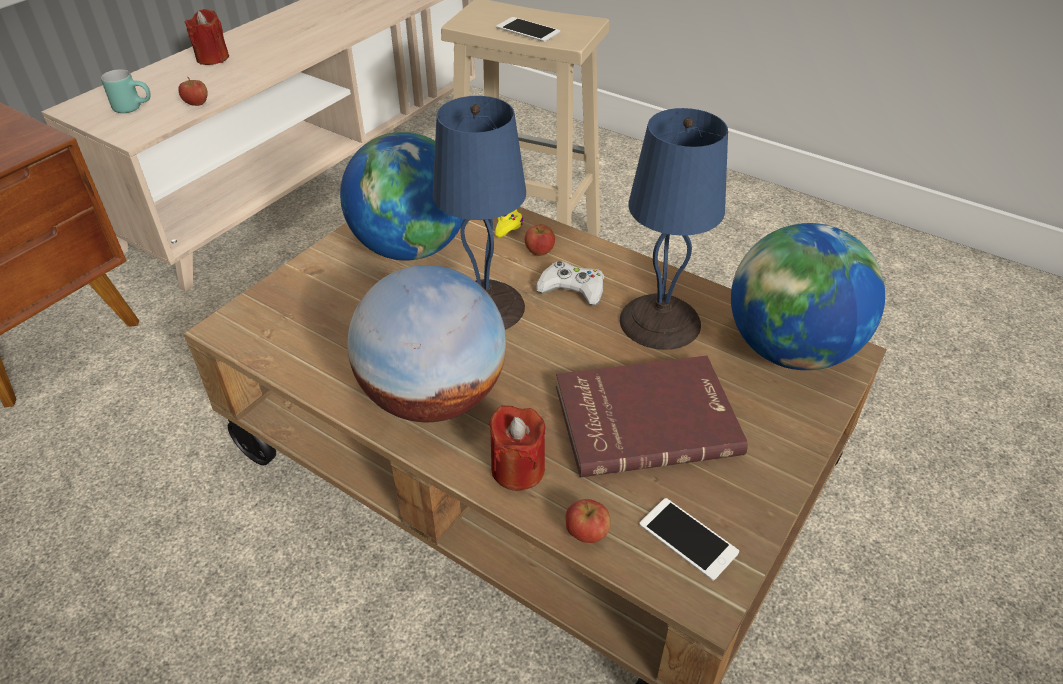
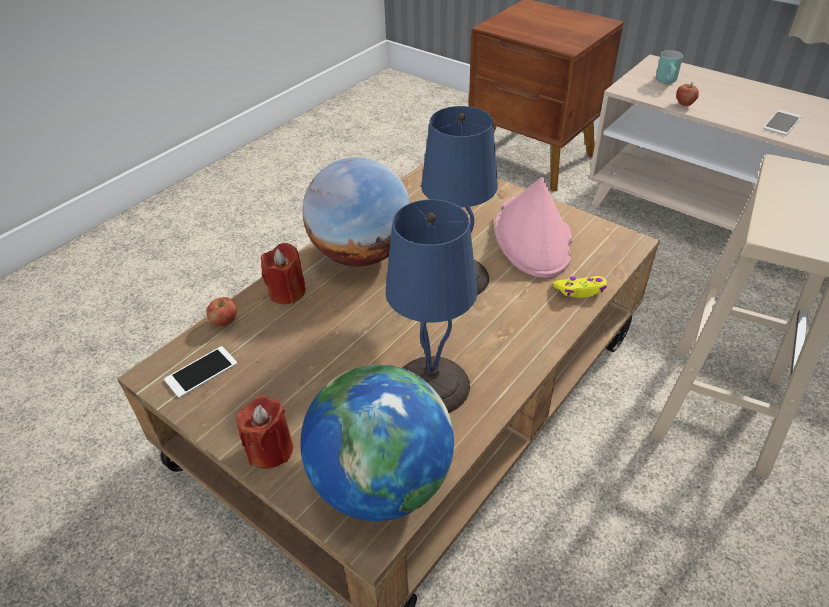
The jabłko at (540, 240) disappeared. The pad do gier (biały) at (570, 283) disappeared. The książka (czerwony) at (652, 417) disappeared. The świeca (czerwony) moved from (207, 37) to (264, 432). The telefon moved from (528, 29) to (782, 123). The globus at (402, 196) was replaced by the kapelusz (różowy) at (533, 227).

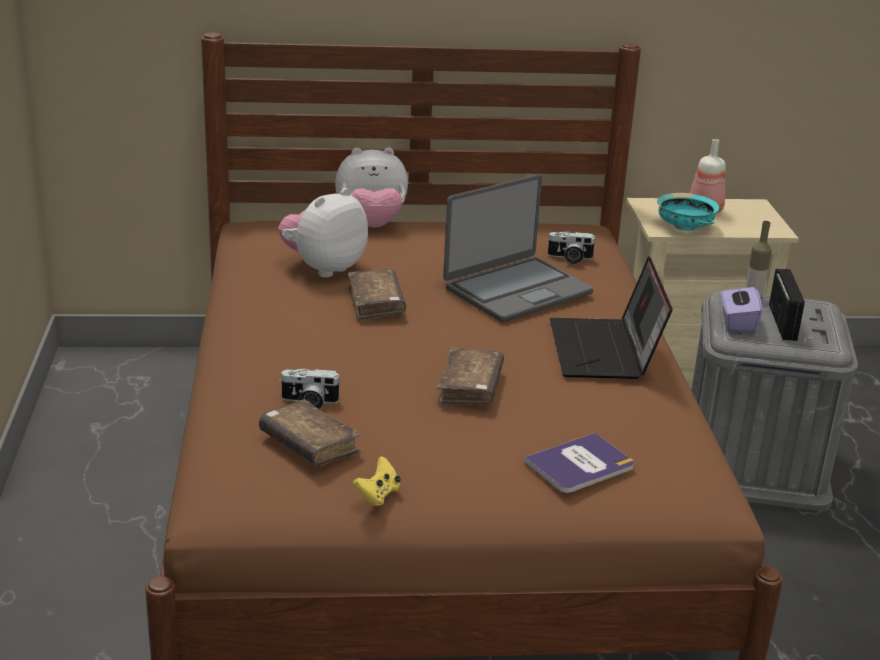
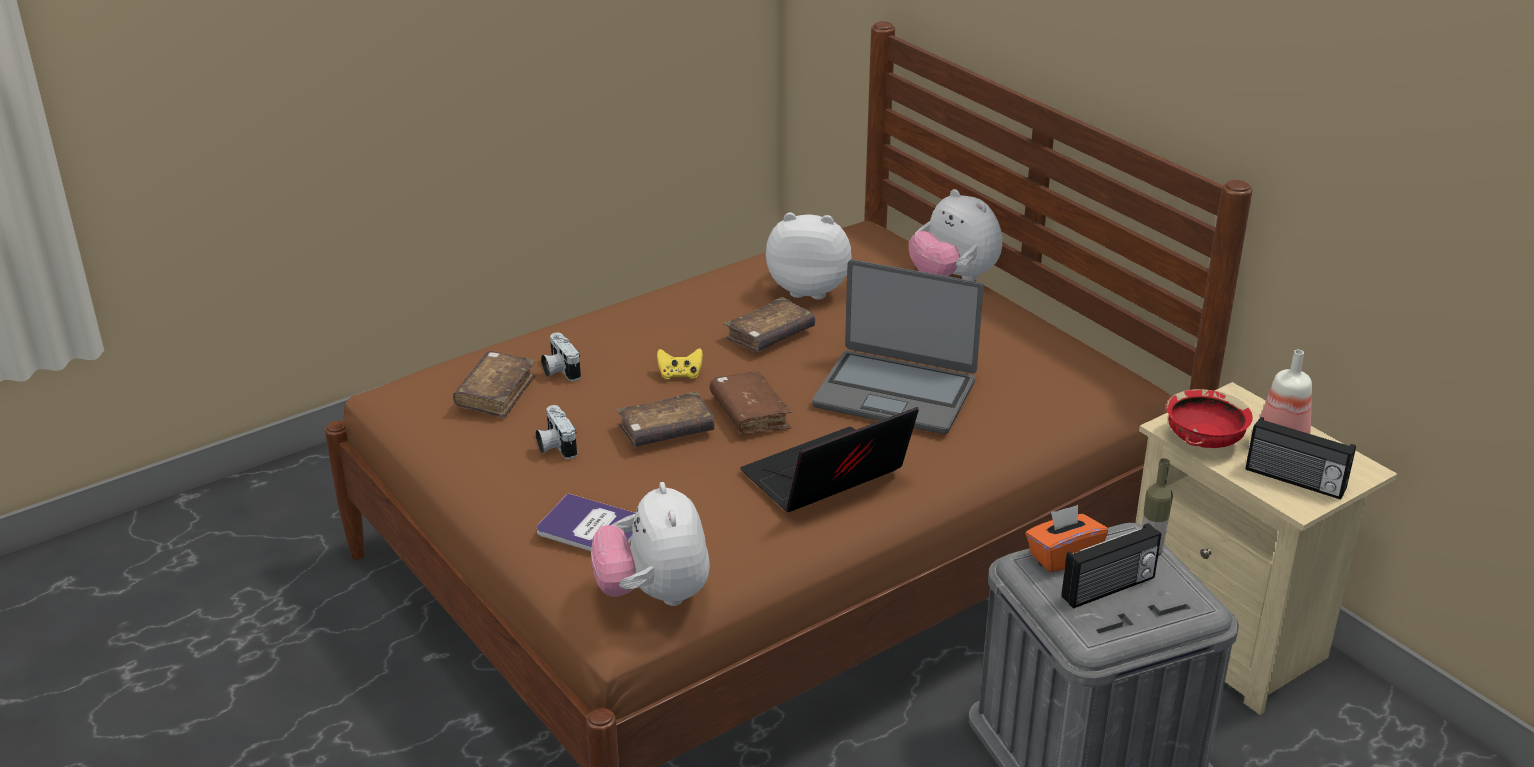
The pluszak at (650, 544) appeared. The książka (brązowy) at (751, 402) appeared. The radio at (1301, 458) appeared. The pad do gier (żółty) moved from (377, 481) to (680, 363). The aparat fotograficzny moved from (571, 247) to (556, 432). The miska (turkusowy) at (688, 212) became the miska (czerwony) at (1209, 418). The pudełko chusteczek (fioletowy) at (741, 308) became the pudełko chusteczek (pomarańczowy) at (1066, 539).

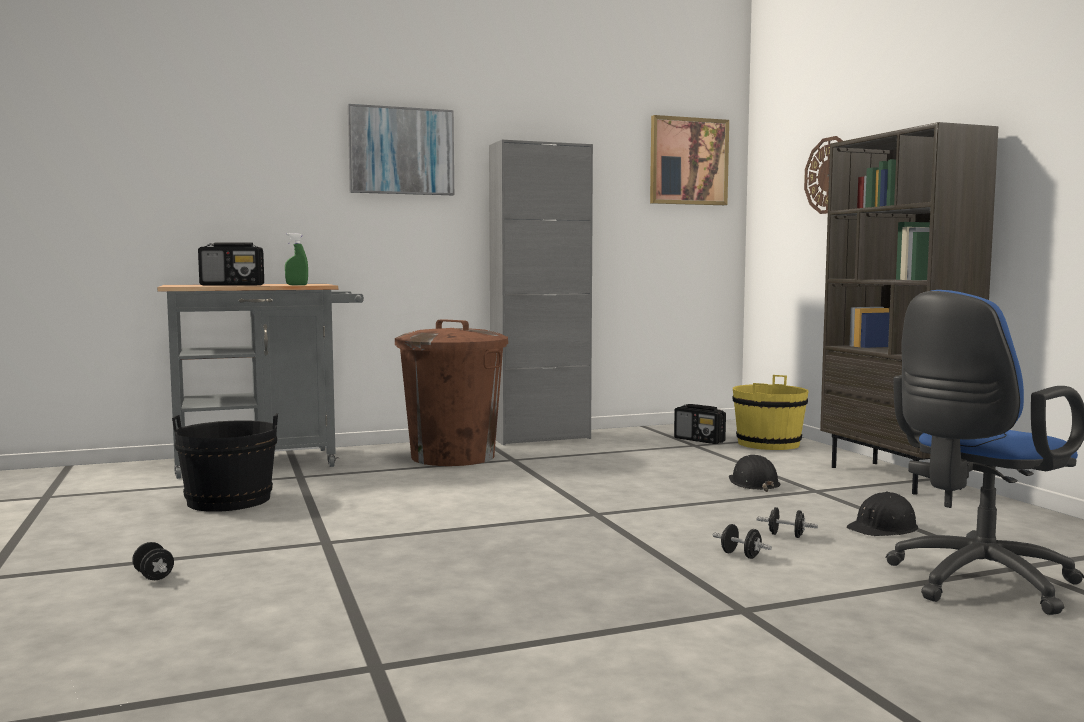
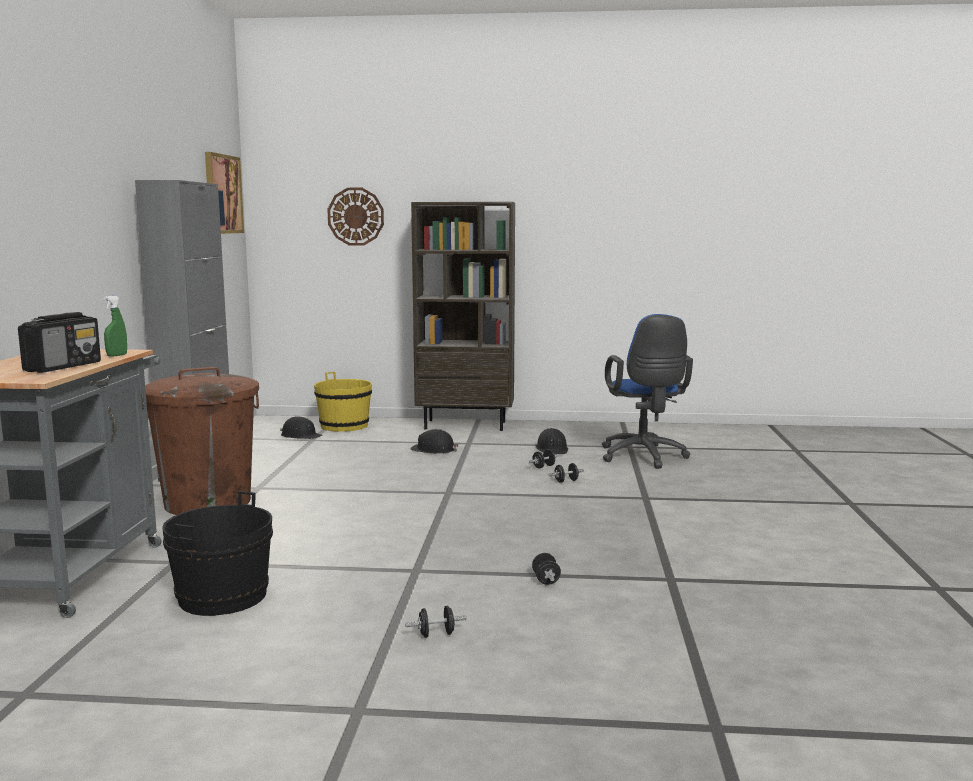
The obraz at (401, 149) disappeared. The hantel (czarny) at (546, 569) appeared. The radio at (700, 424) was replaced by the kask (czarny) at (301, 428).

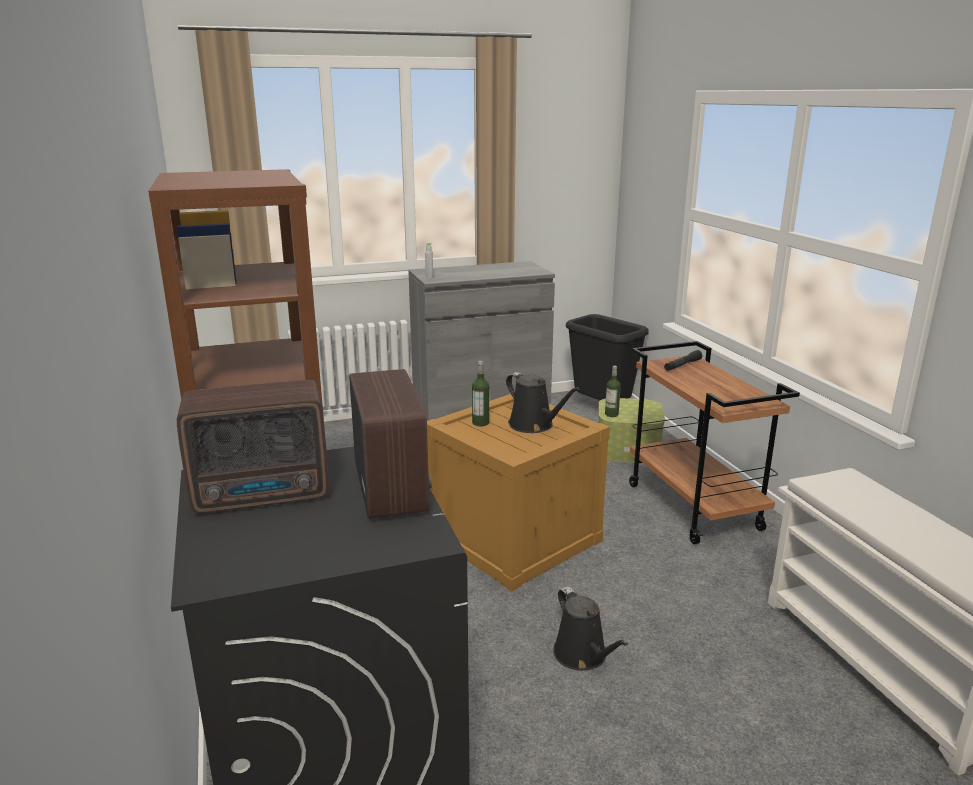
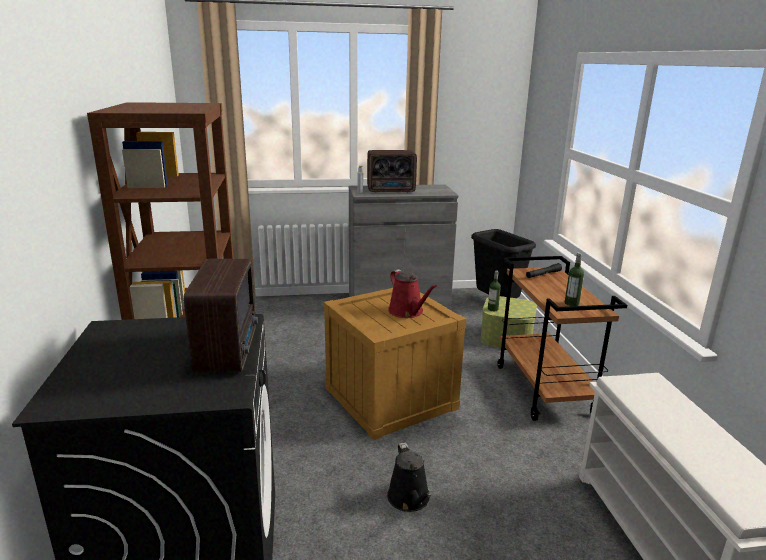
The radio moved from (253, 446) to (392, 171). The butelka moved from (480, 393) to (574, 279). The konewka (czarny) at (543, 402) became the konewka (czerwony) at (412, 293).

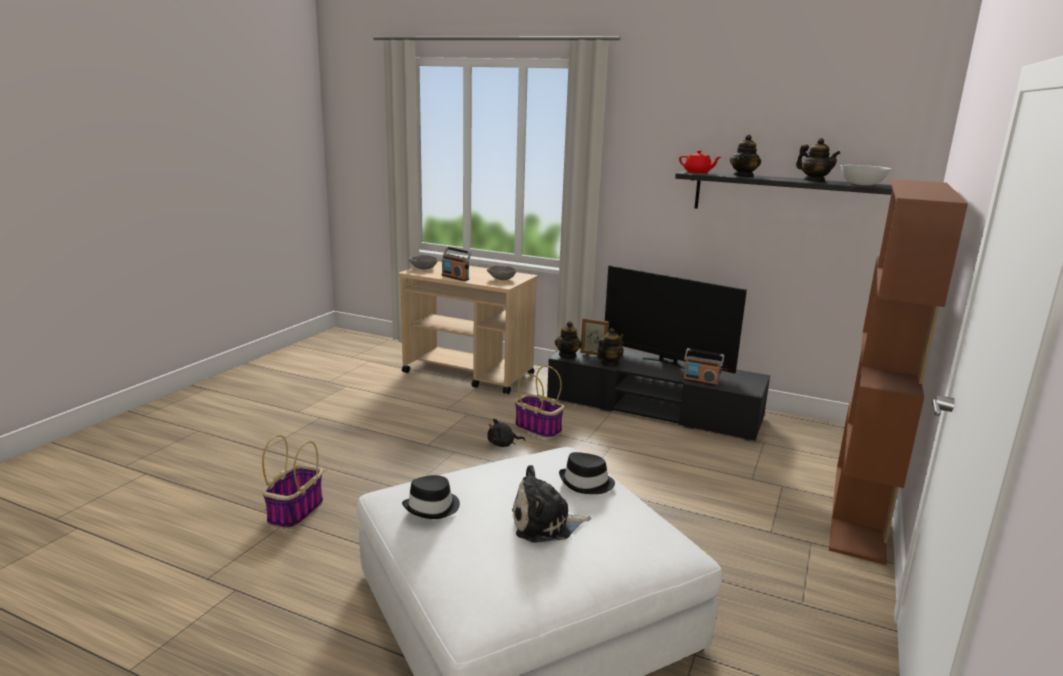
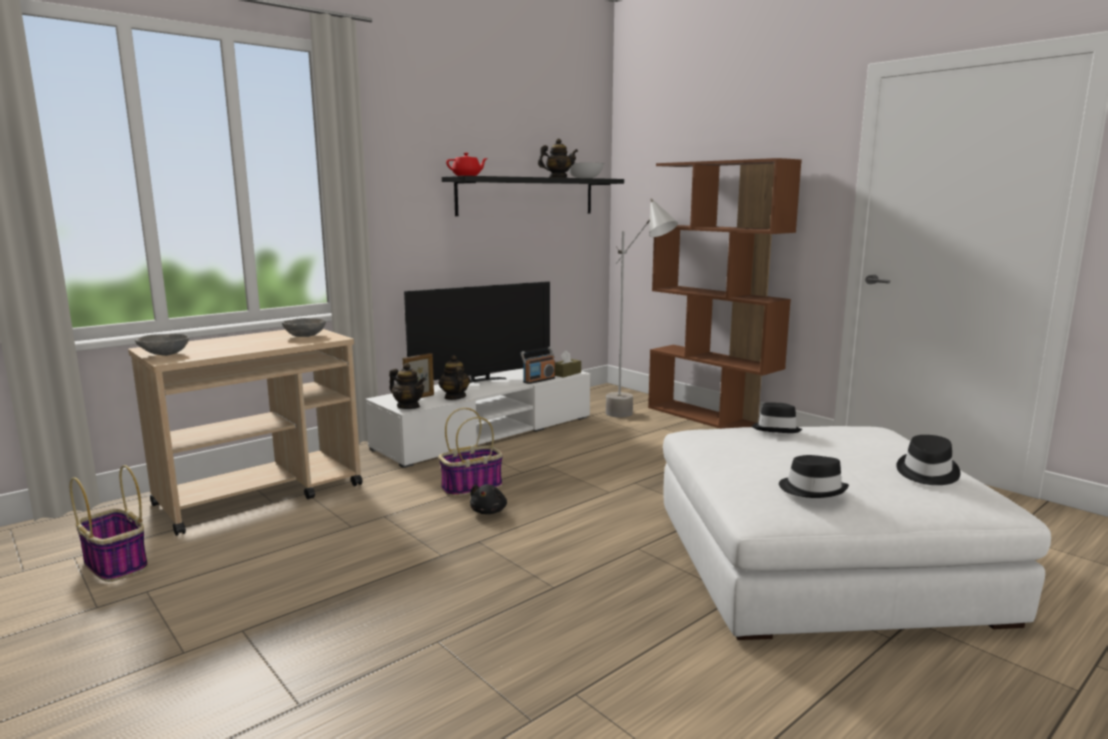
The radio at (457, 264) disappeared. The pluszak at (552, 503) disappeared. The imbryk at (745, 156) disappeared. The pudełko chusteczek (brązowy) at (568, 363) appeared. The lampa stojąca (szary) at (642, 308) appeared. The kapelusz (czarny) at (928, 460) appeared. The koszyk moved from (292, 482) to (109, 523). The szafka pod telewizor (czarny) at (658, 395) became the szafka pod telewizor (biały) at (477, 418).

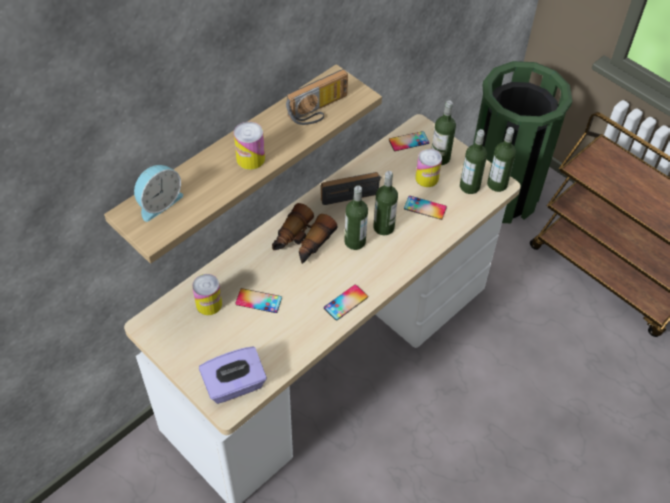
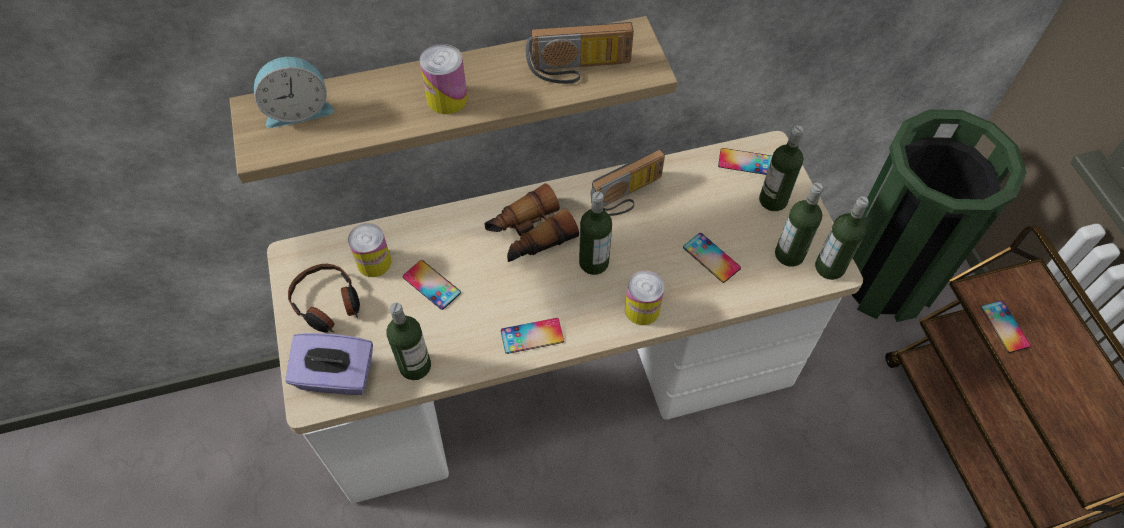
The słuchawki at (324, 298) appeared. The telefon at (1006, 327) appeared. The butelka moved from (385, 203) to (408, 341). The puszka moved from (428, 168) to (644, 297). The radio at (351, 188) turned 135 degrees clockwise.

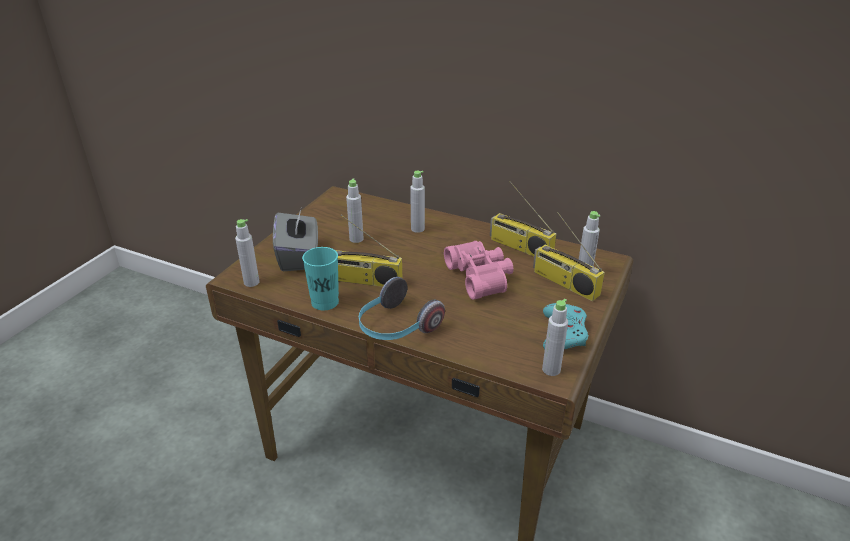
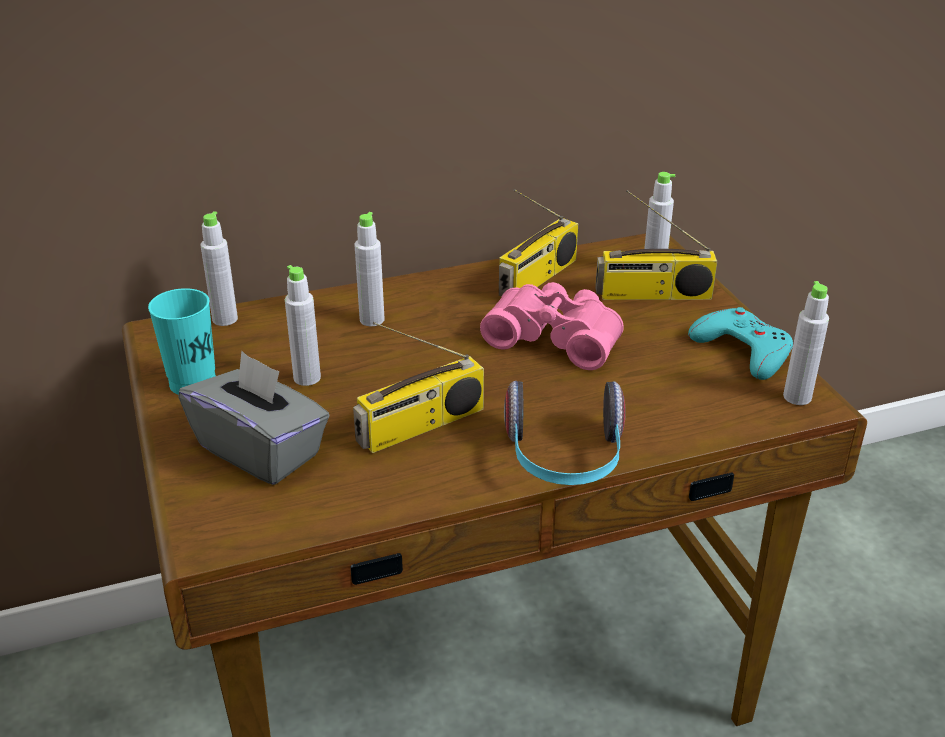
The butelka (szary) moved from (247, 253) to (219, 268). The filiżanka (turkusowy) moved from (320, 278) to (182, 341). The radio at (523, 218) turned 45 degrees counterclockwise.

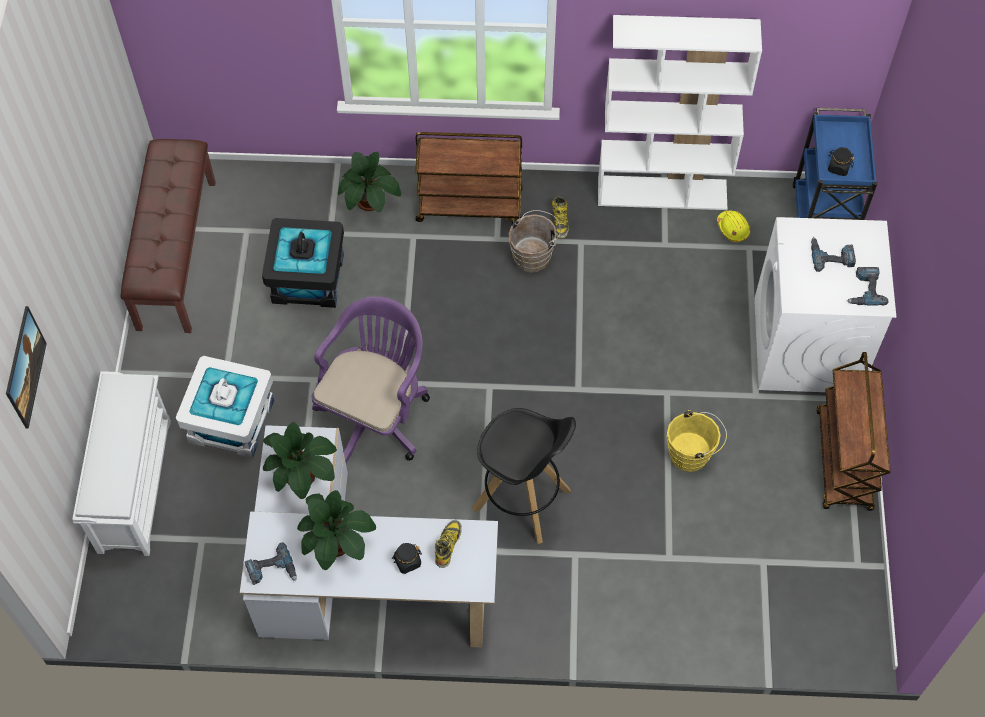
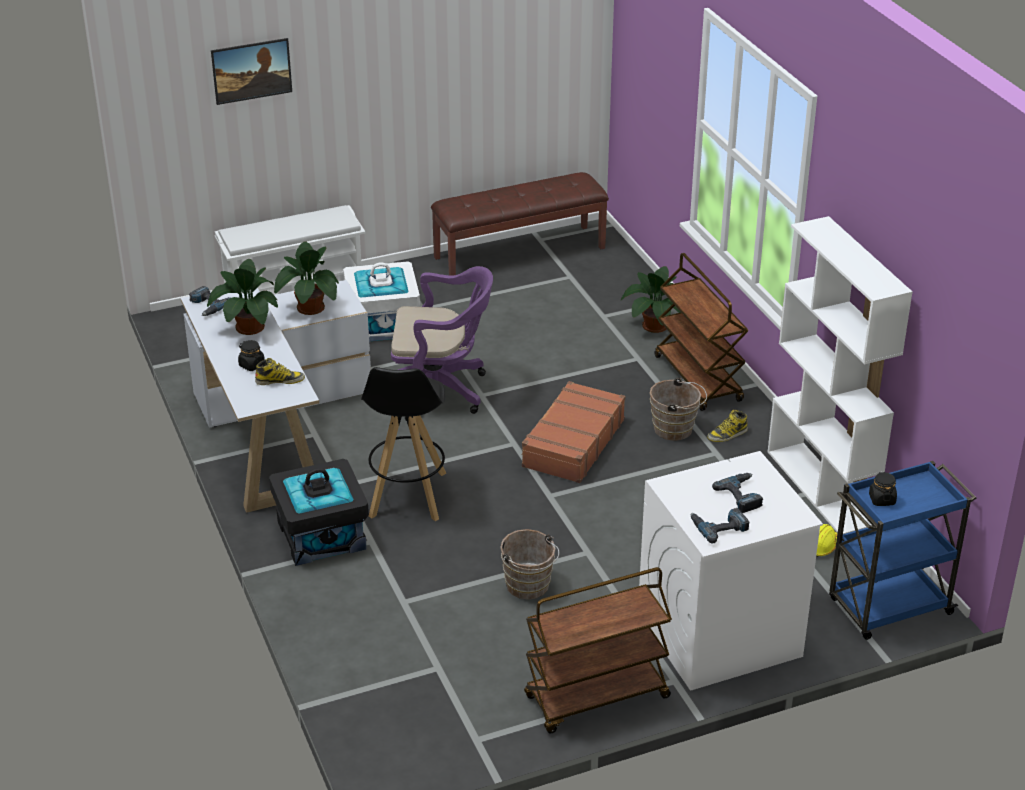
The walizka (brązowy) at (573, 432) appeared. The pojemnik do przechowywania (czarny) moved from (303, 263) to (319, 512). The wiadro (żółty) at (697, 441) became the wiadro (brązowy) at (529, 564).

